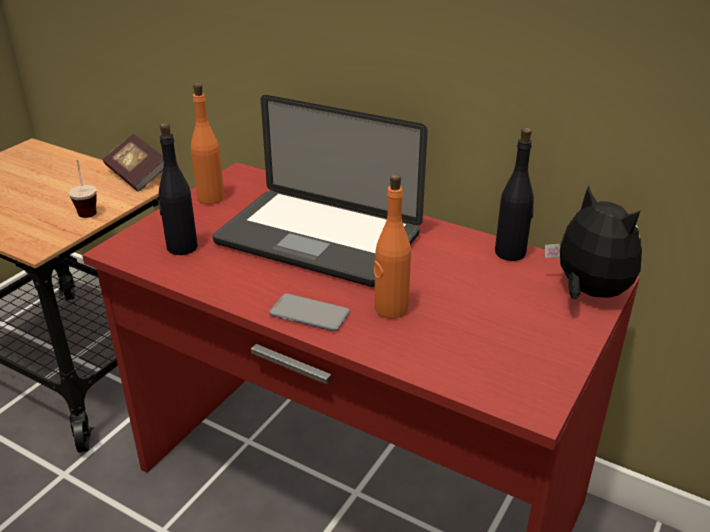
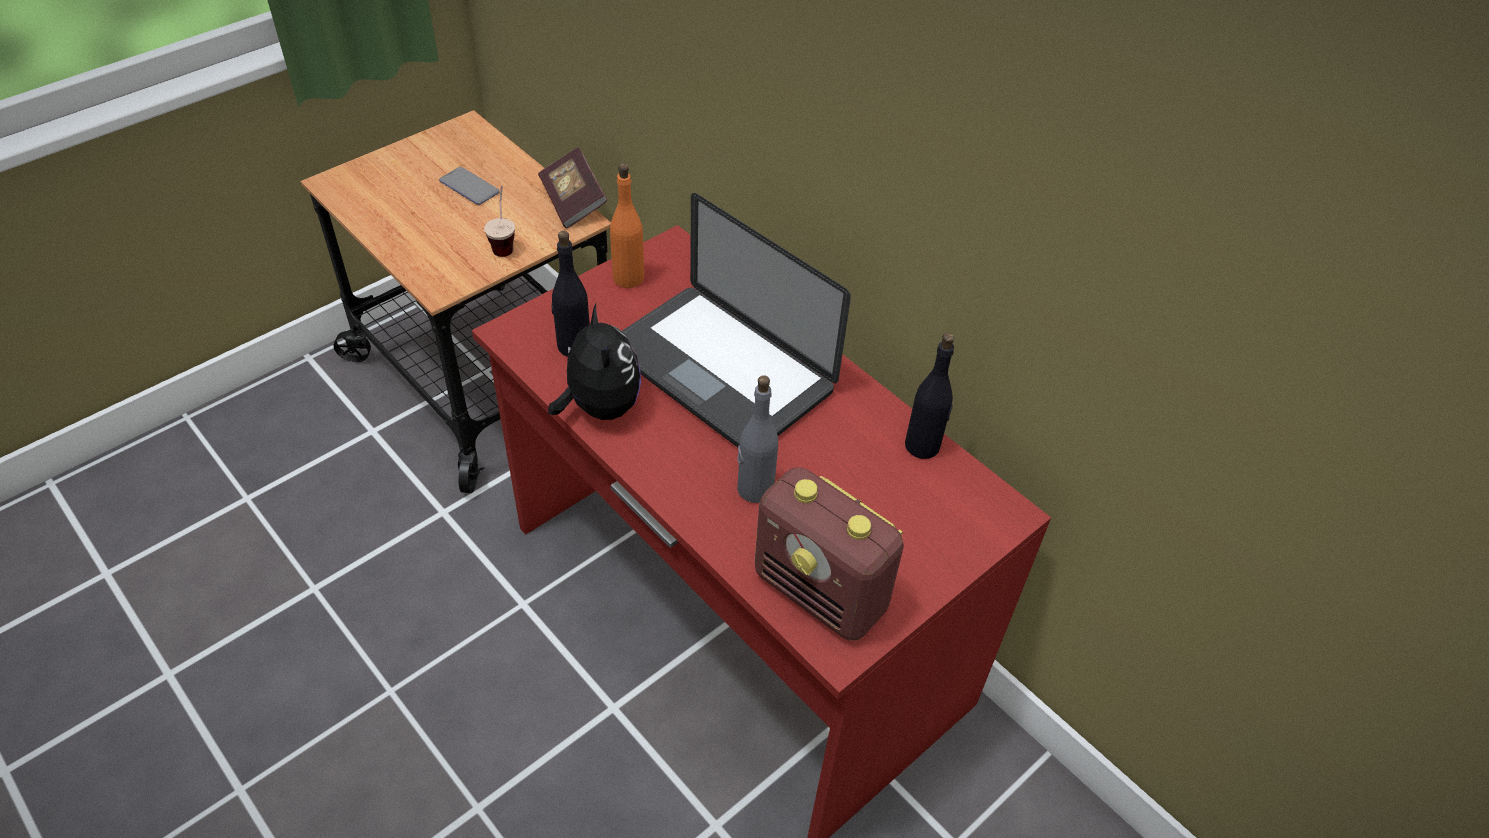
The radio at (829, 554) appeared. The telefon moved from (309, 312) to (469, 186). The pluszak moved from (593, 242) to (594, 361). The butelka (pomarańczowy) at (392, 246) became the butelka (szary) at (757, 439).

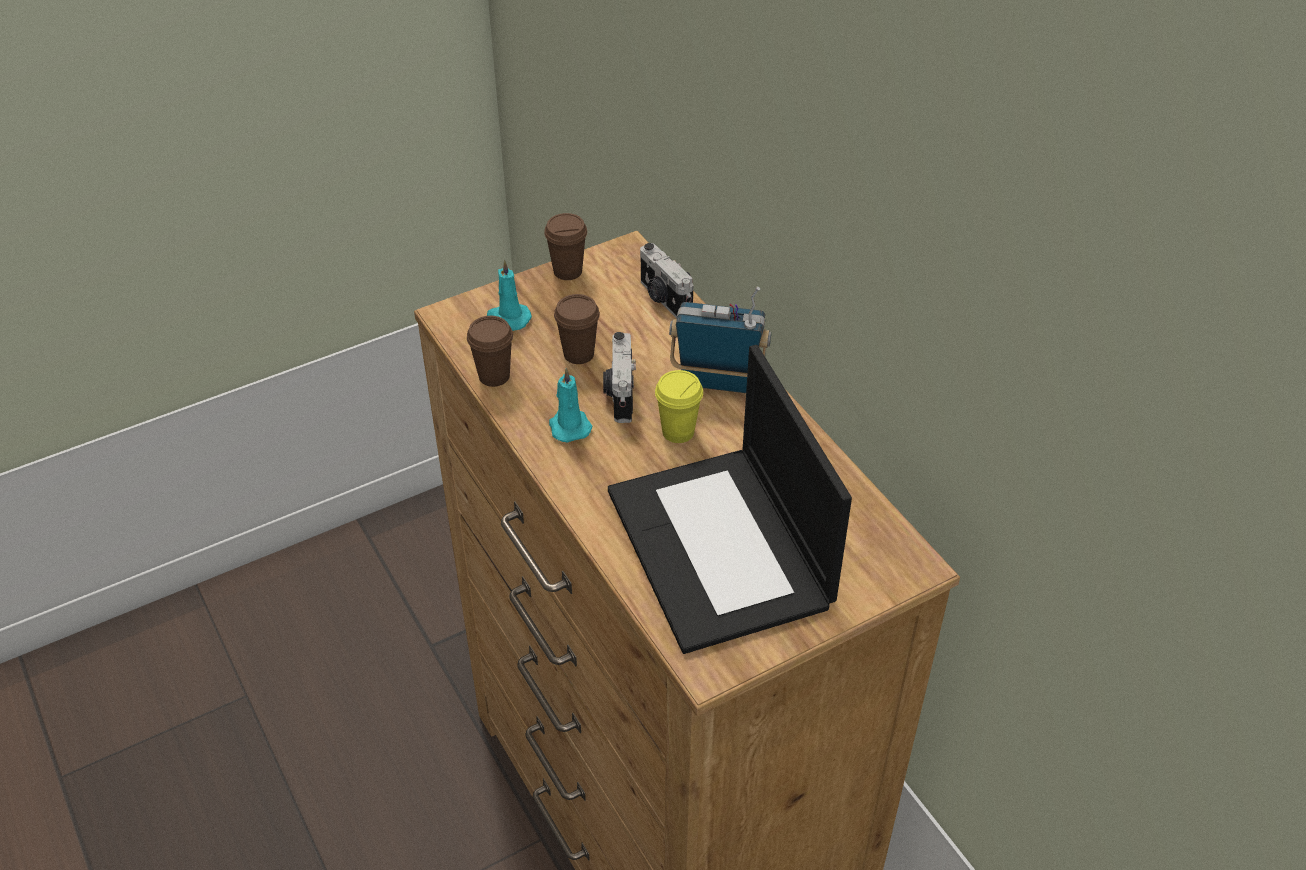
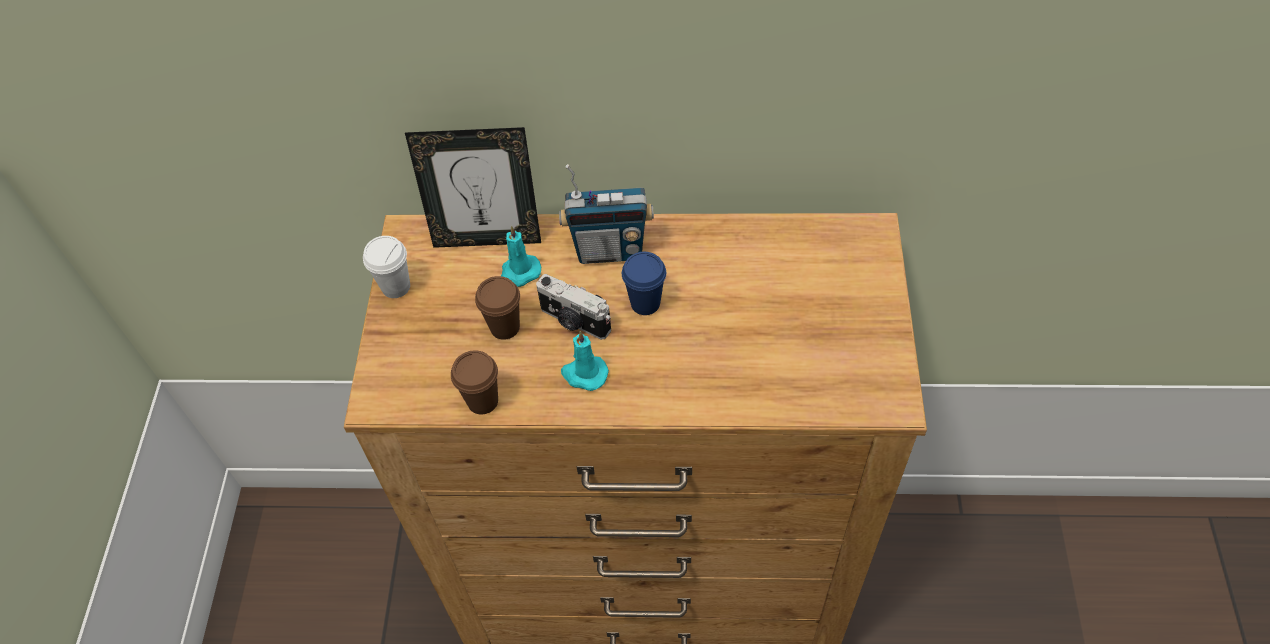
The laptop at (730, 499) disappeared. The świeca (turkusowy) moved from (509, 295) to (521, 256). The aparat fotograficzny at (666, 280) was replaced by the ramka na zdjęcie at (473, 187). The filiżanka (brązowy) at (565, 246) became the filiżanka (biały) at (386, 267). The filiżanka (żółty) at (679, 406) became the filiżanka (niebieski) at (644, 283). The radio at (720, 340) turned 135 degrees counterclockwise.

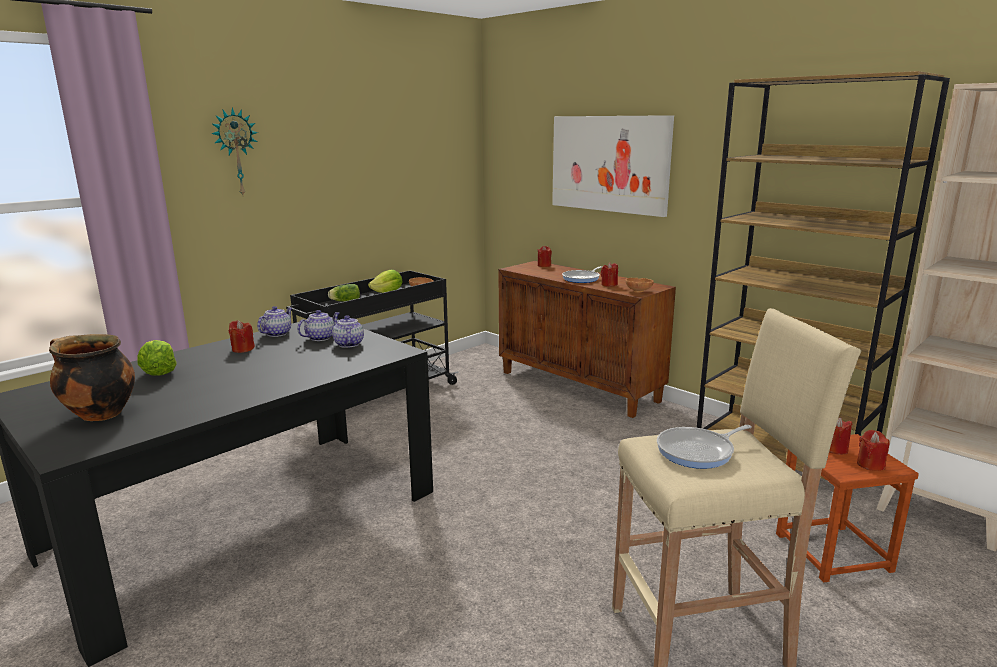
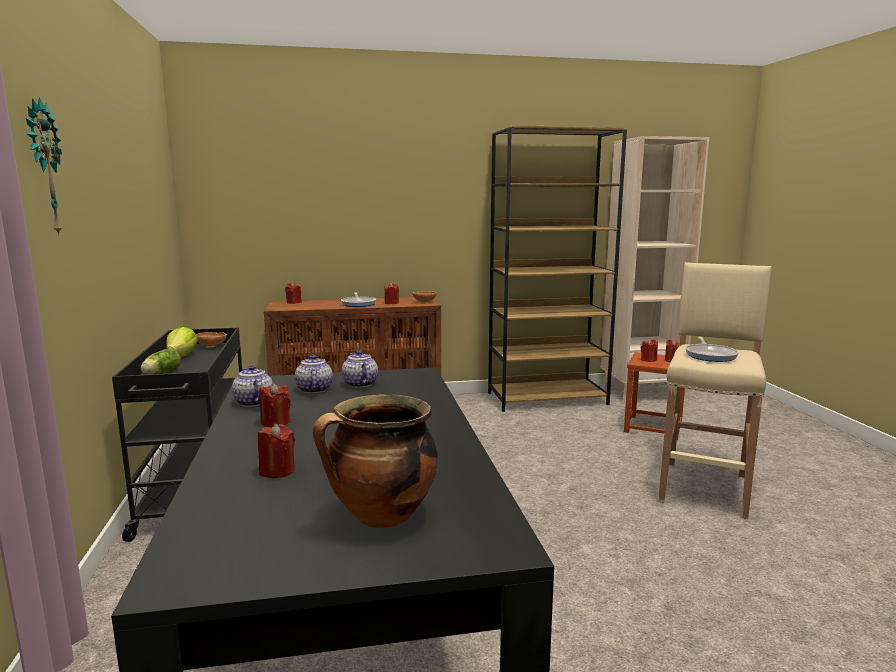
The obraz at (613, 166) disappeared. The sałata at (157, 358) was replaced by the świeca (czerwony) at (276, 451). The imbryk at (348, 331) turned 45 degrees clockwise.

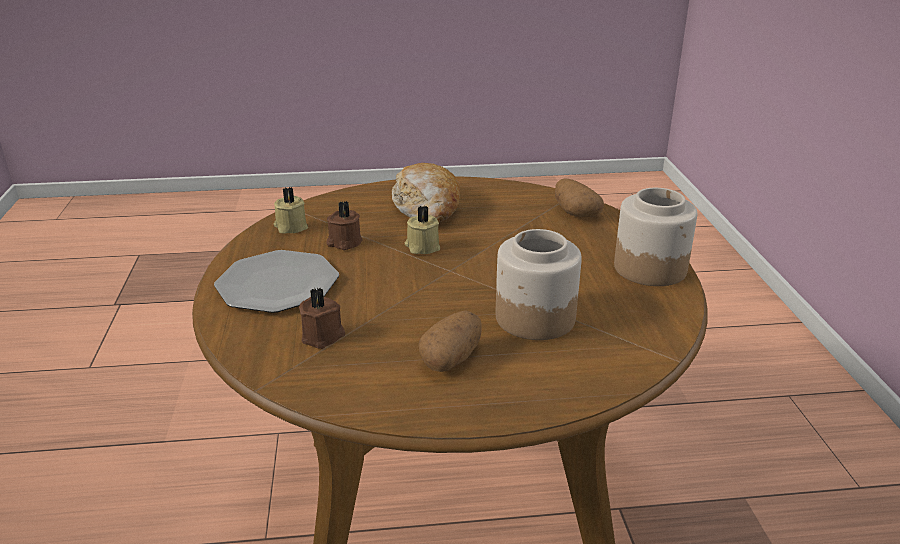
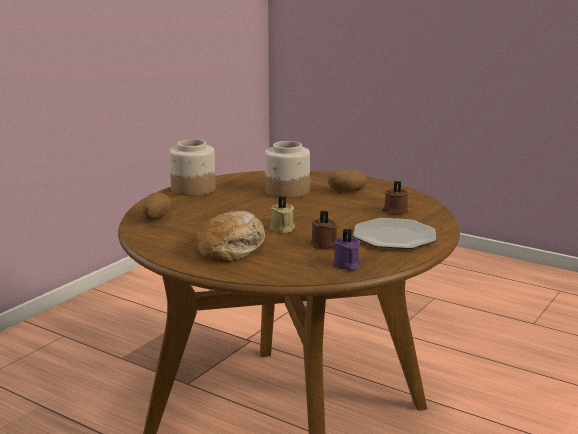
The świeca (beżowy) at (291, 210) became the świeca (fioletowy) at (346, 250).

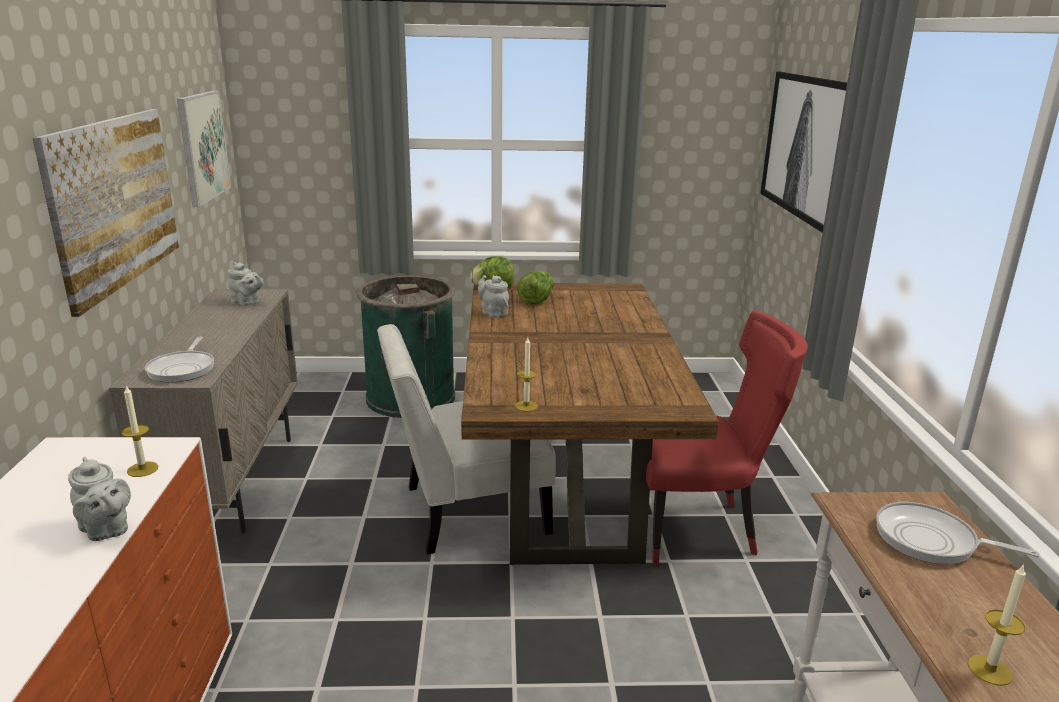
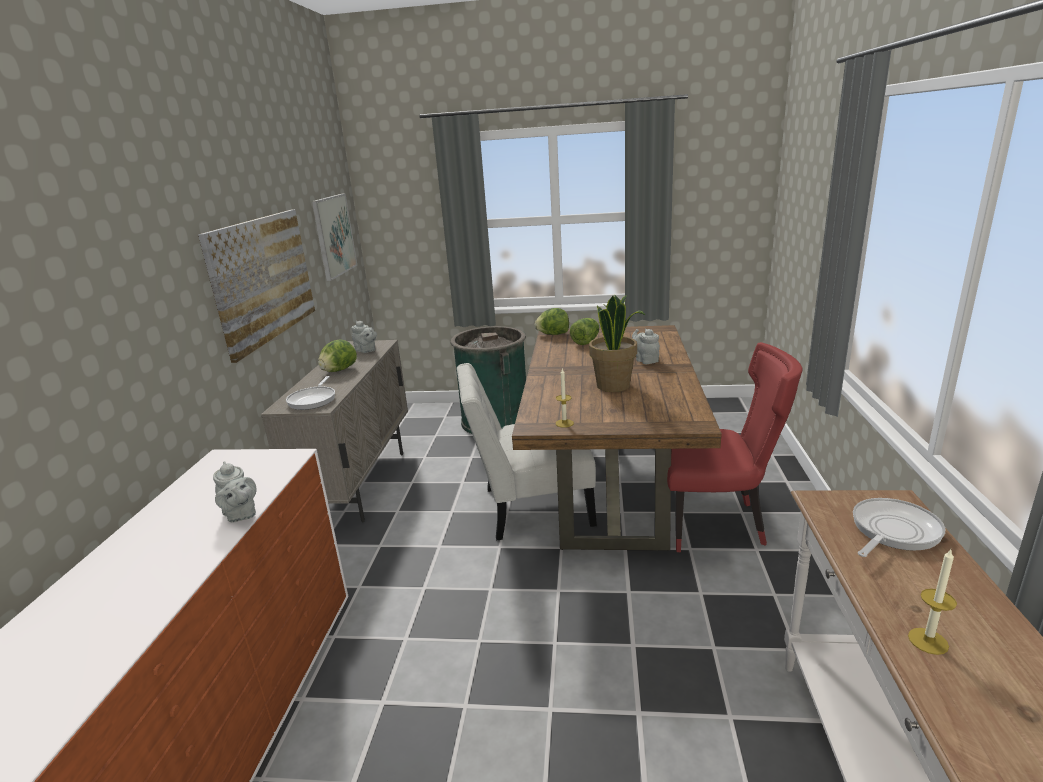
The świeca at (139, 431) disappeared. The obraz at (803, 152) disappeared. The sałata at (337, 356) appeared. The roślina doniczkowa at (617, 343) appeared. The imbryk (szary) moved from (493, 296) to (646, 346). The patelnia at (958, 533) turned 105 degrees clockwise.

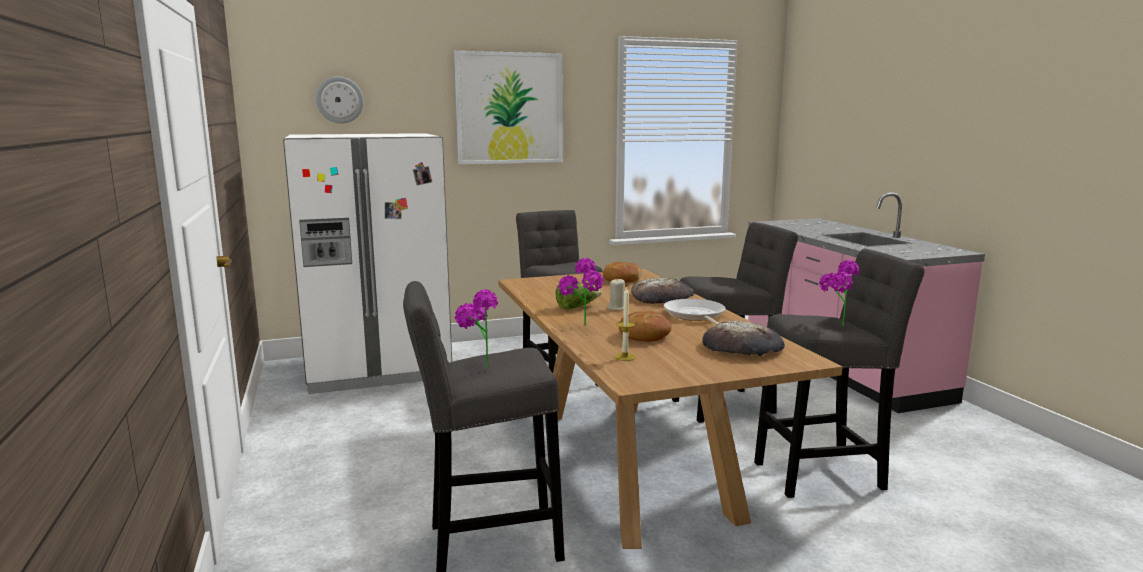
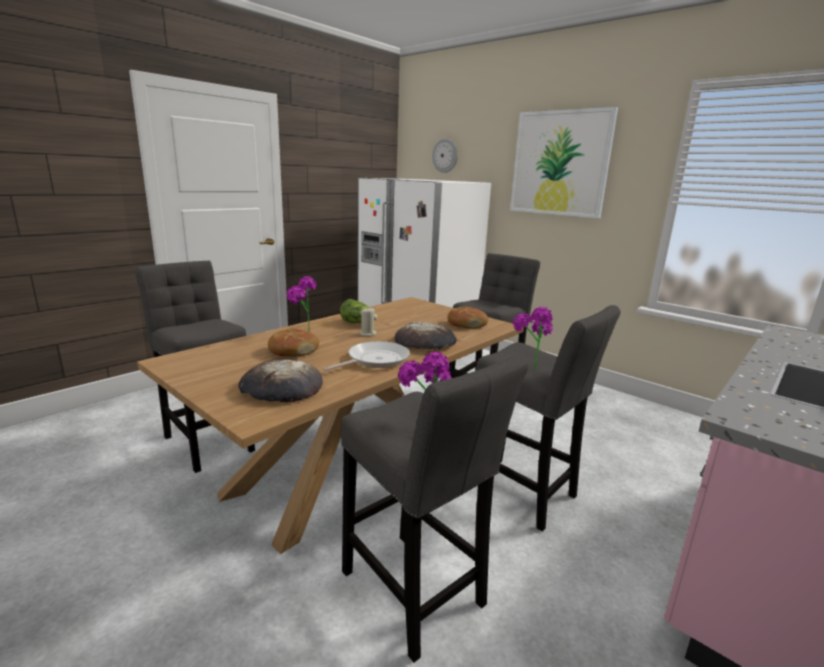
The świeca at (625, 324) disappeared. The roślina doniczkowa moved from (476, 329) to (533, 339).

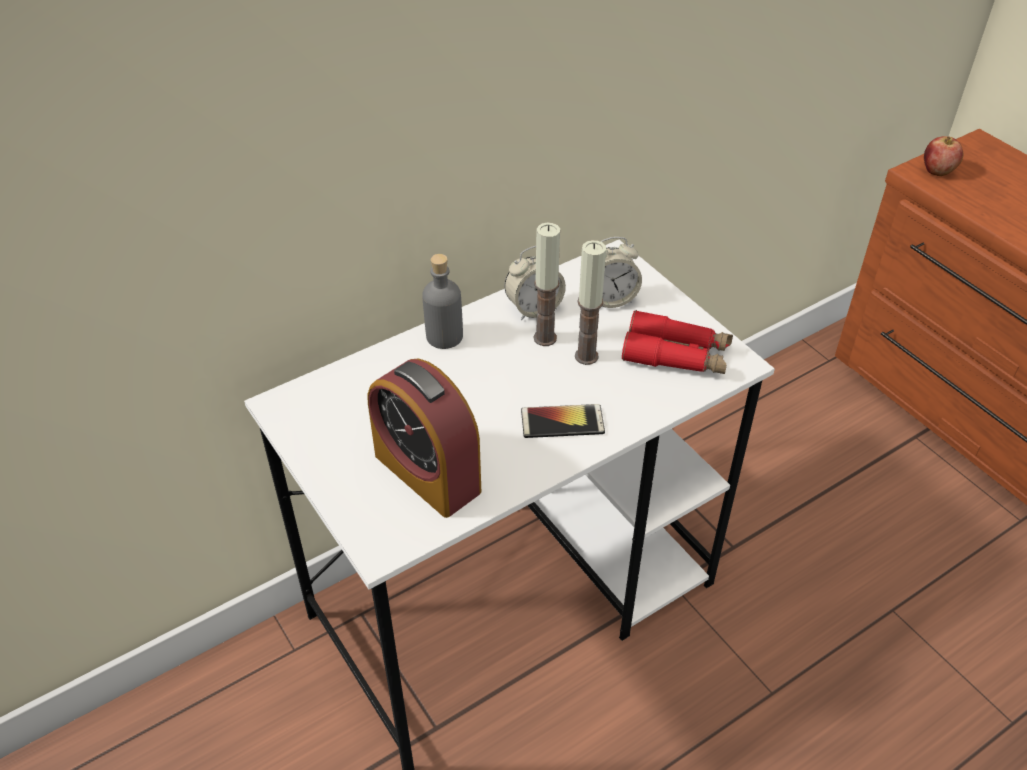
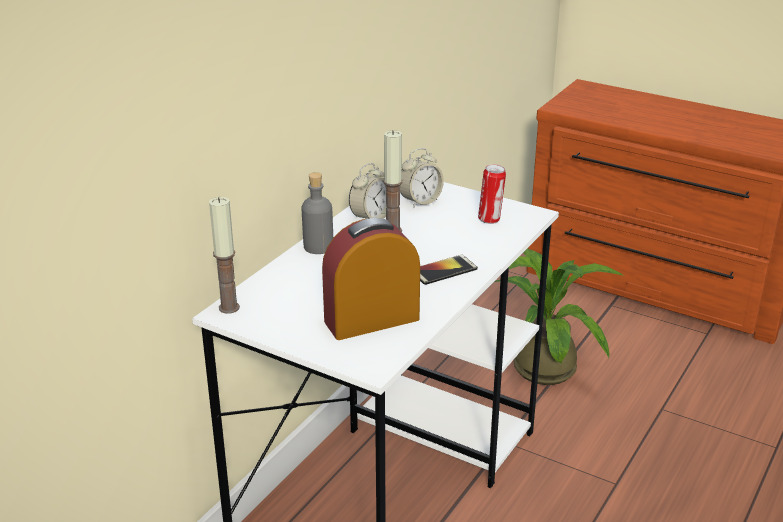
The jabłko at (943, 156) disappeared. The roślina doniczkowa at (559, 317) appeared. The świeca moved from (590, 302) to (224, 255). The lornetka (czerwony) at (677, 342) was replaced by the puszka at (492, 194). The budzik at (424, 438) turned 135 degrees clockwise.

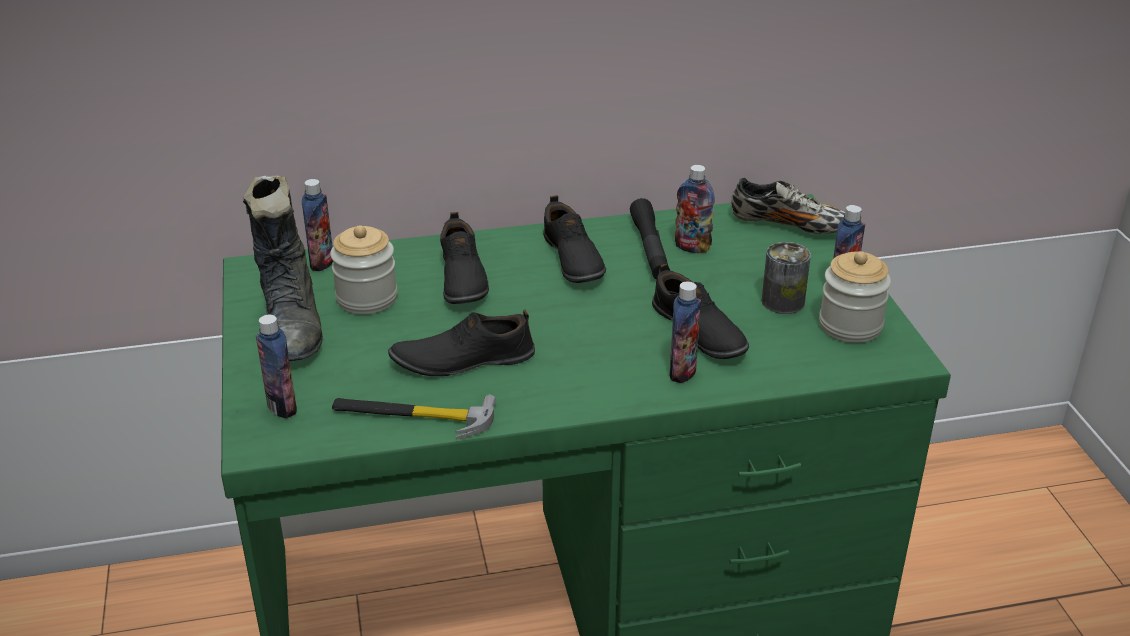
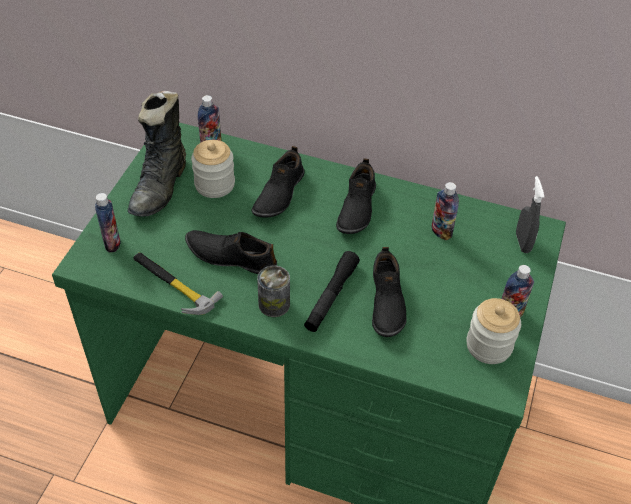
The butelka at (685, 332) disappeared. The latarka (czarny) moved from (650, 239) to (332, 291). The puszka moved from (786, 278) to (273, 291). The but at (788, 205) was replaced by the spryskiwacz (szary) at (530, 214).

